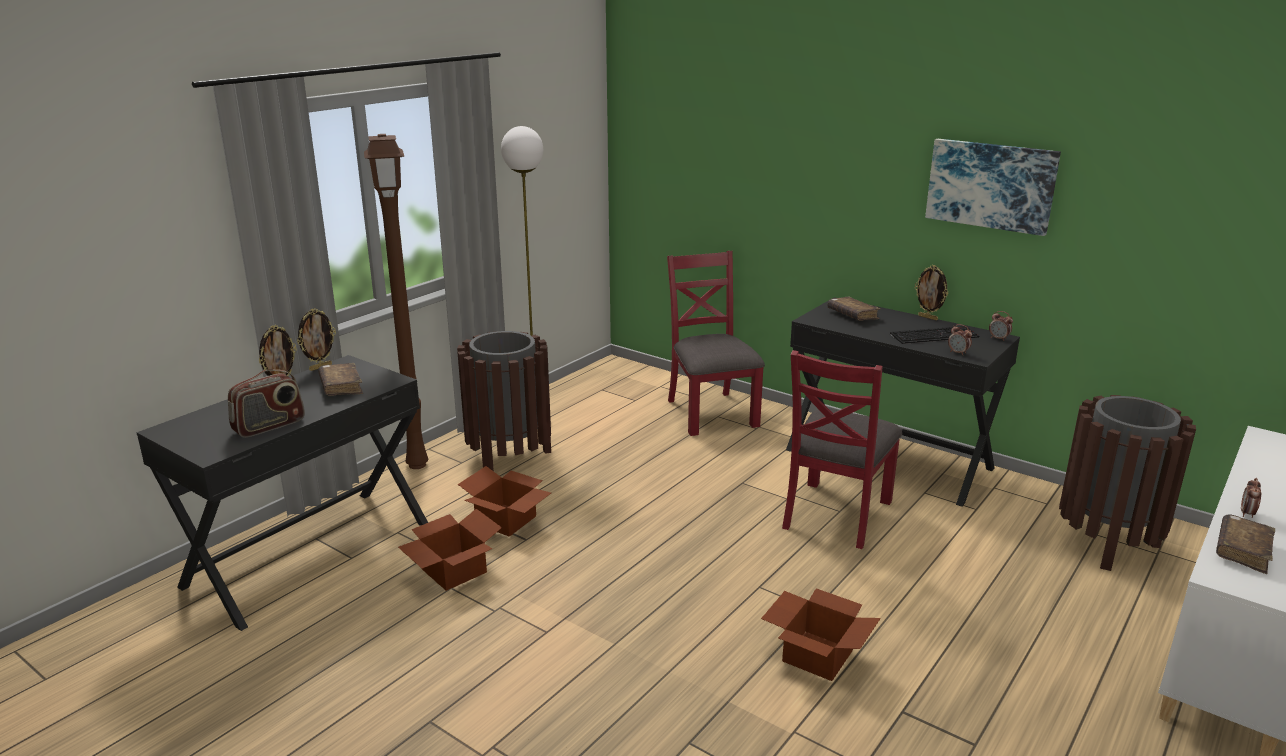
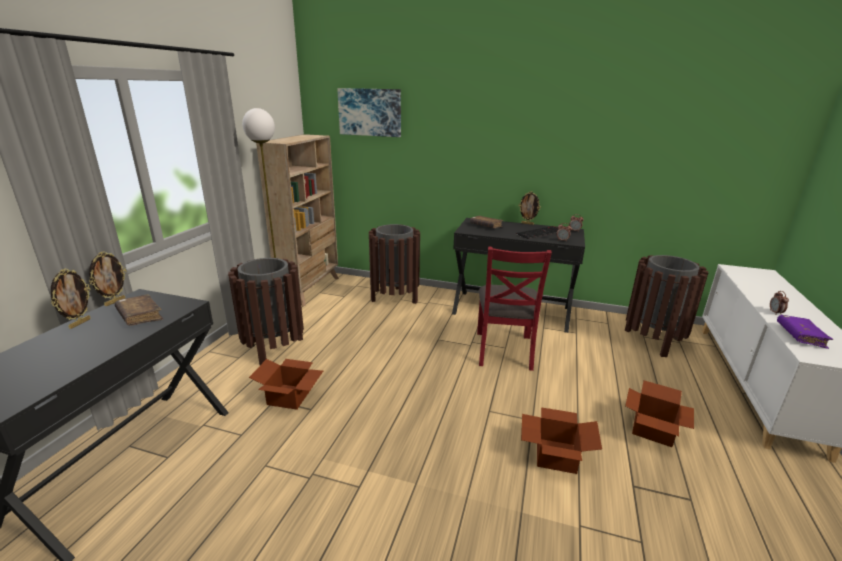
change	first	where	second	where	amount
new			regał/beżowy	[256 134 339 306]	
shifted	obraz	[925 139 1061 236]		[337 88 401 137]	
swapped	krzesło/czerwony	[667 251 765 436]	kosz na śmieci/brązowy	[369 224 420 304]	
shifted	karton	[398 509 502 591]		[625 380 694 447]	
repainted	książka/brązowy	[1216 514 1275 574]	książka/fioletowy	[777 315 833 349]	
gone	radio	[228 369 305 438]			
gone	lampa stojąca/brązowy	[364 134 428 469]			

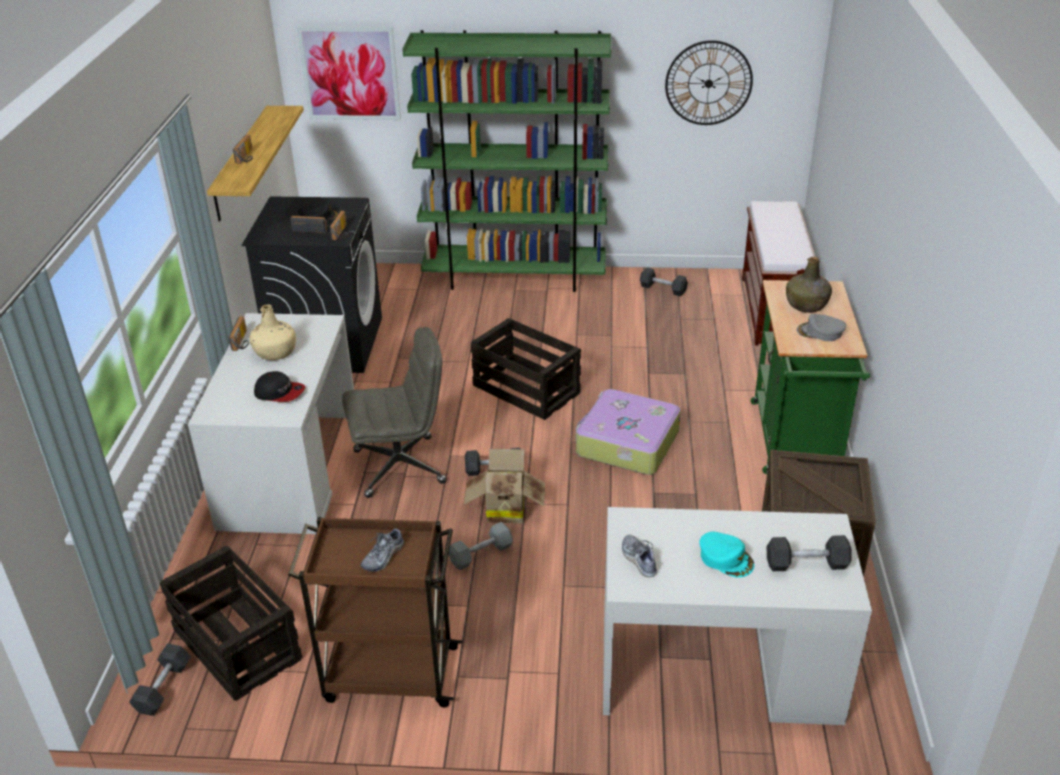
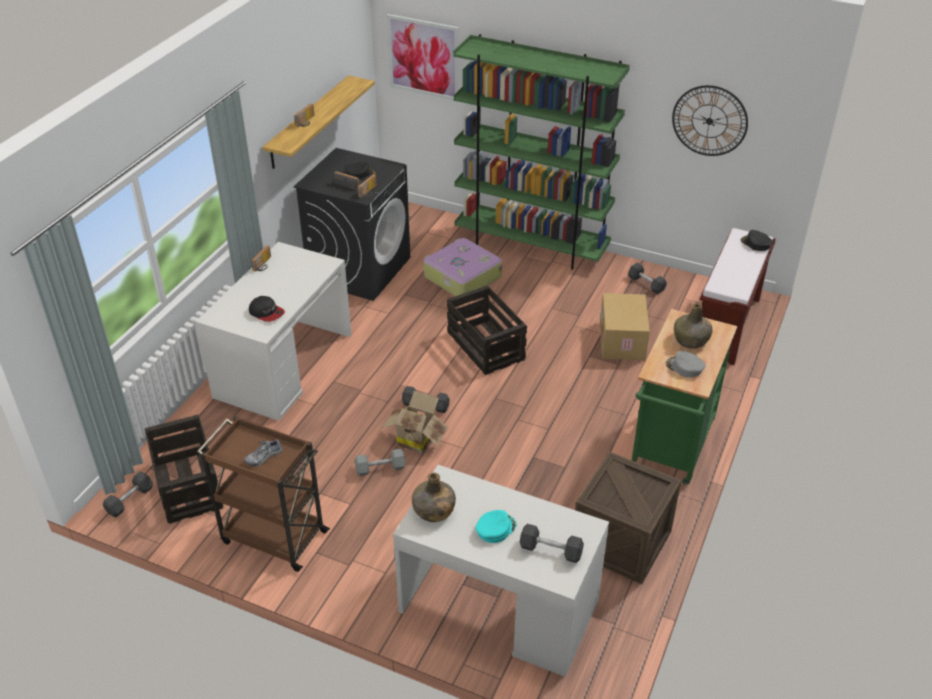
change	first	where	second	where	amount
swapped	but	[622 535 657 577]	butelka/zielony	[412 473 456 522]	
shifted	walizka	[576 389 681 475]		[424 238 502 296]	
rotated	czapka z daszkiem/turkusowy	[699 532 754 578]		[476 510 517 543]	105 degrees counterclockwise
new			karton	[600 293 650 360]	
new			czapka z daszkiem/czarny	[741 230 773 251]	
gone	butelka/beżowy	[249 304 296 360]			
gone	krzesło biurowe/szary	[342 327 446 498]			

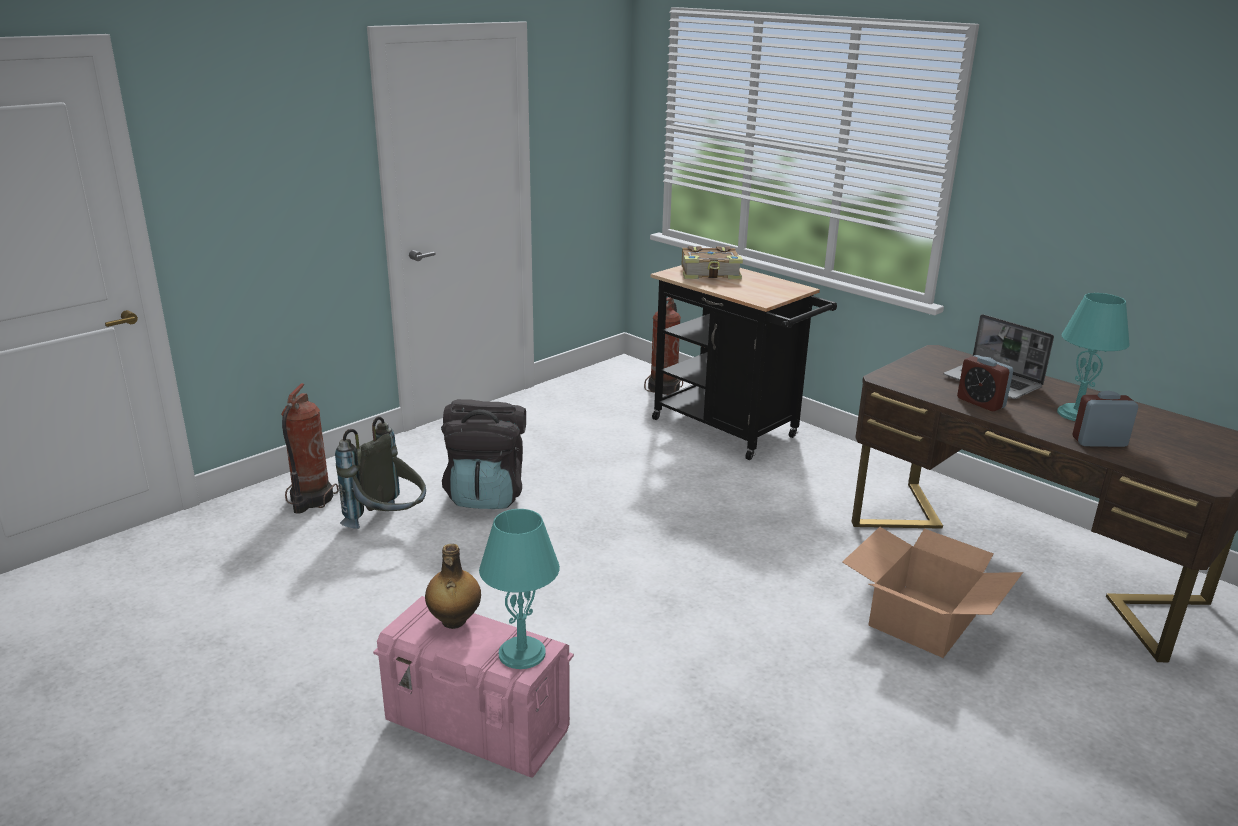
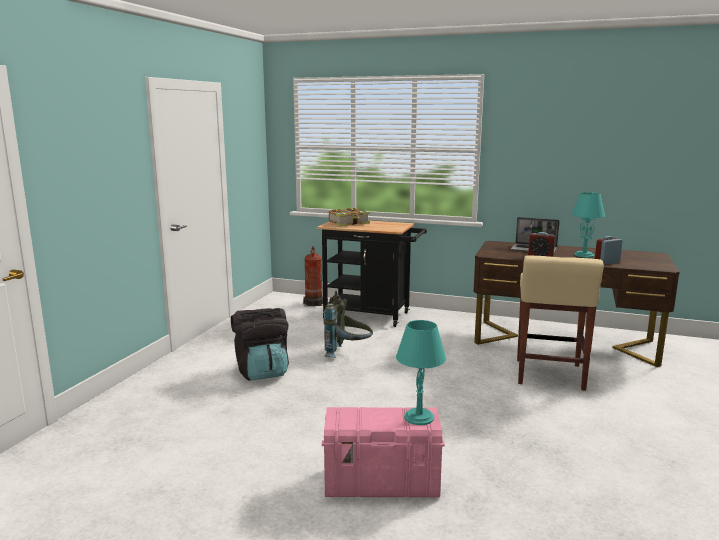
change	first	where	second	where	amount
shifted	plecak/szary	[335 417 426 529]		[323 291 373 358]	
swapped	karton	[842 527 1023 658]	stołek/beżowy	[517 255 604 391]	
gone	gaśnica	[281 383 339 514]			
gone	butelka	[425 544 481 629]			

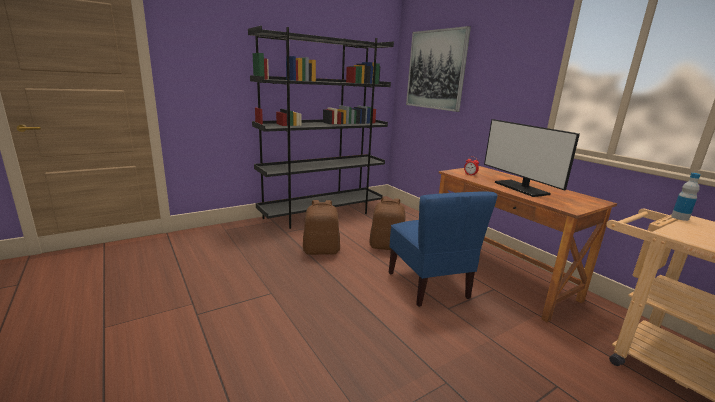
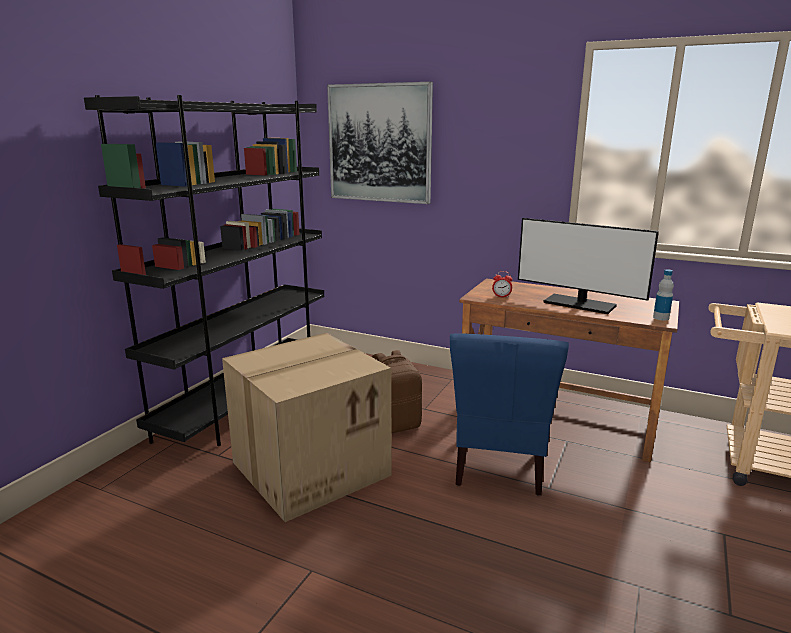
change	first	where	second	where	amount
swapped	plecak/brązowy	[303 200 340 255]	karton	[222 333 392 522]	
rotated	krzesło/niebieski	[389 192 498 307]		[450 333 569 496]	60 degrees clockwise
shifted	butelka	[671 173 701 221]		[653 269 674 321]	

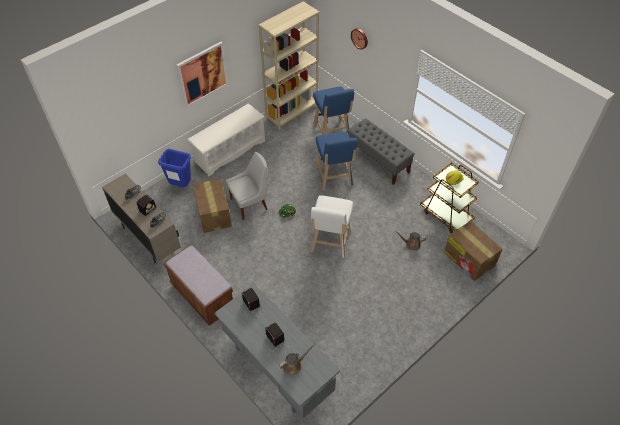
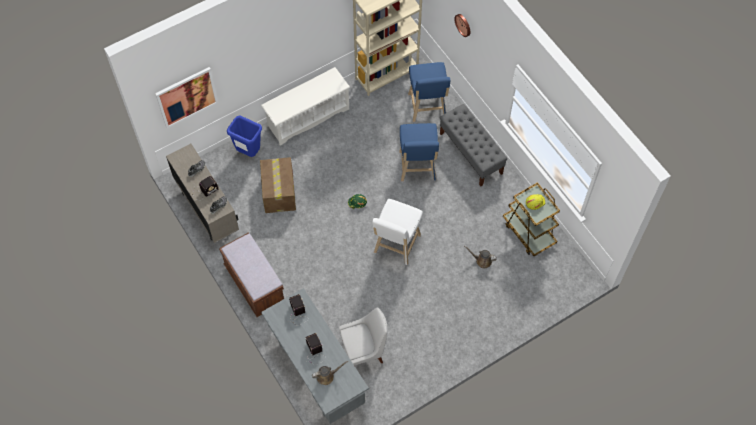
change	first	where	second	where	amount
shifted	obraz	[177 42 228 108]		[155 67 218 129]	
shifted	krzesło/biały	[226 152 267 220]		[339 308 388 366]	
gone	karton	[444 221 502 281]			

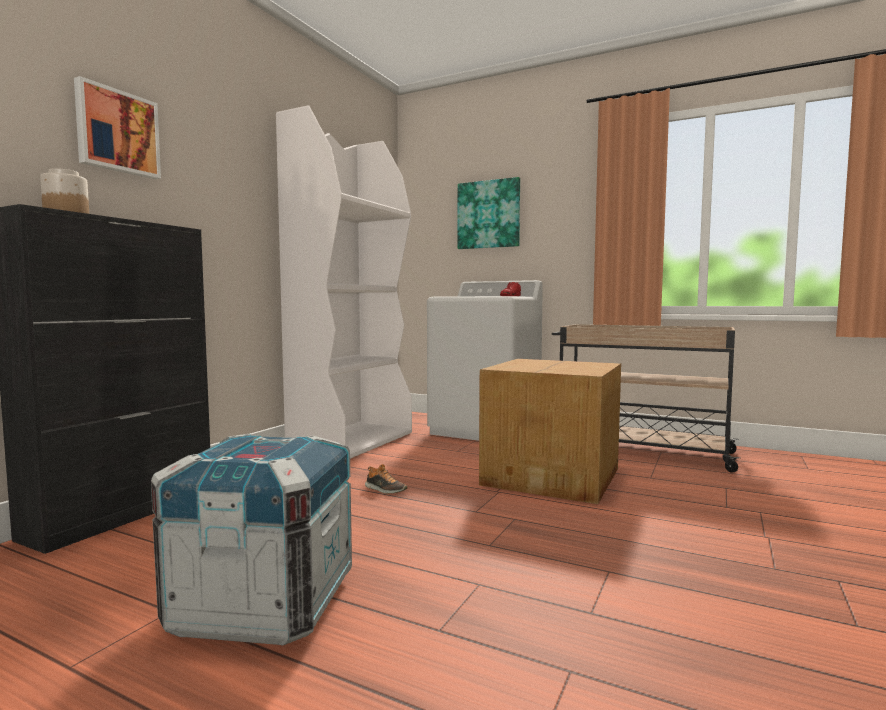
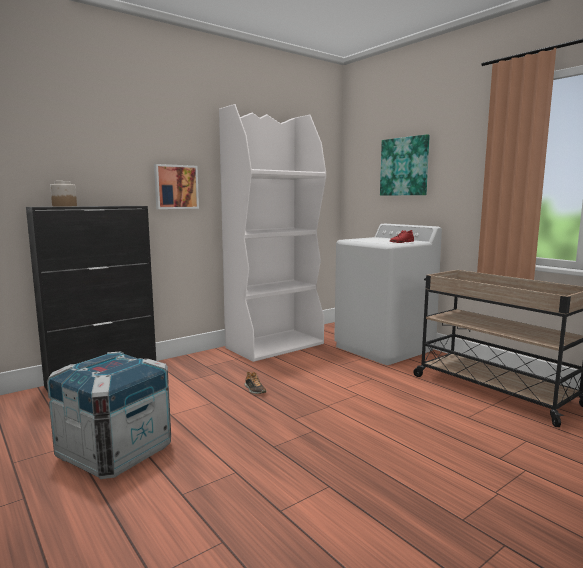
change	first	where	second	where	amount
shifted	obraz	[74 76 161 179]		[154 164 199 209]	
gone	karton	[479 359 621 504]			

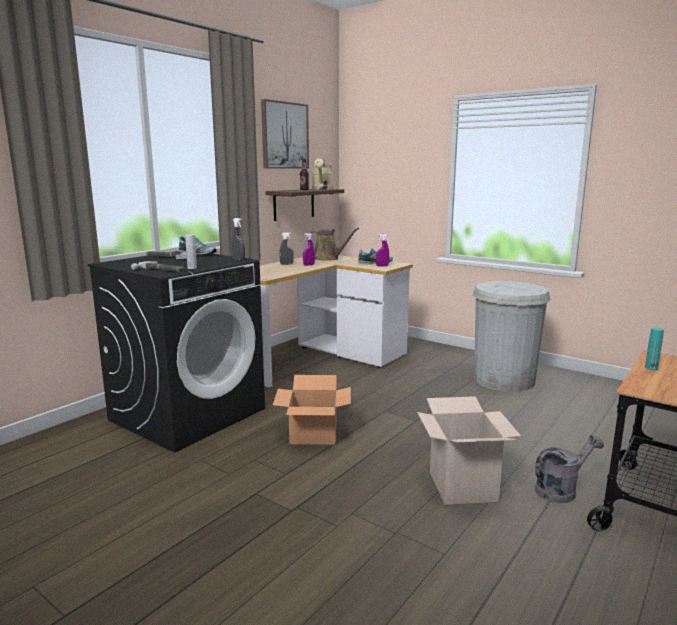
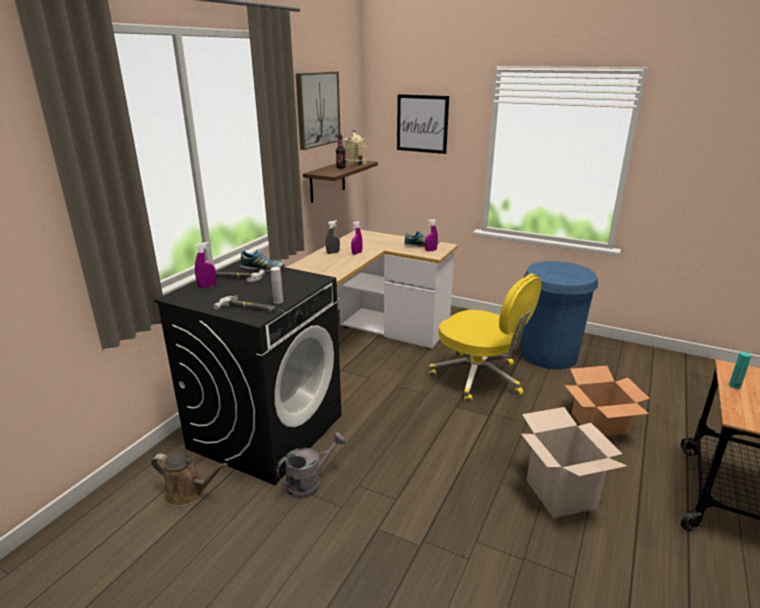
change	first	where	second	where	amount
shifted	konewka/brązowy	[310 228 359 261]		[151 453 228 507]	
new			spryskiwacz/fioletowy	[195 242 216 288]	
shifted	konewka/szary	[535 434 604 503]		[276 432 346 499]	
new			obraz	[397 94 449 154]	
new			krzesło biurowe/żółty	[429 274 542 404]	
repainted	kosz na śmieci/biały	[473 281 551 392]	kosz na śmieci/niebieski	[521 261 598 370]	
shifted	karton	[273 375 351 445]		[564 366 650 436]	
gone	spryskiwacz/szary	[232 218 245 261]			

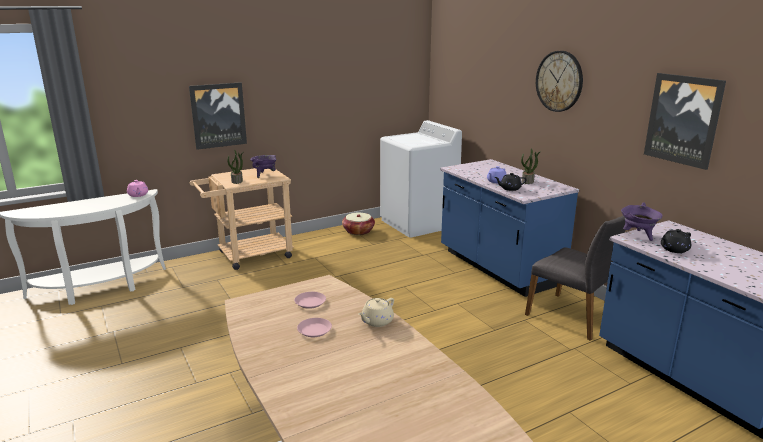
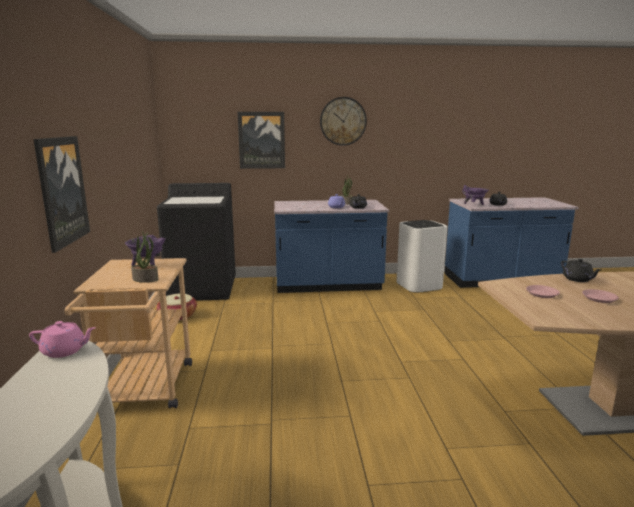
change	first	where	second	where	amount
repainted	pralka/biały	[380 120 462 238]	pralka/czarny	[157 183 236 301]	
shifted	obraz	[644 73 726 170]		[238 112 285 169]	
swapped	krzesło/szary	[525 215 625 341]	kosz na śmieci/biały	[397 220 447 293]	
repainted	imbryk/beżowy	[358 298 394 327]	imbryk/czarny	[561 259 601 282]	

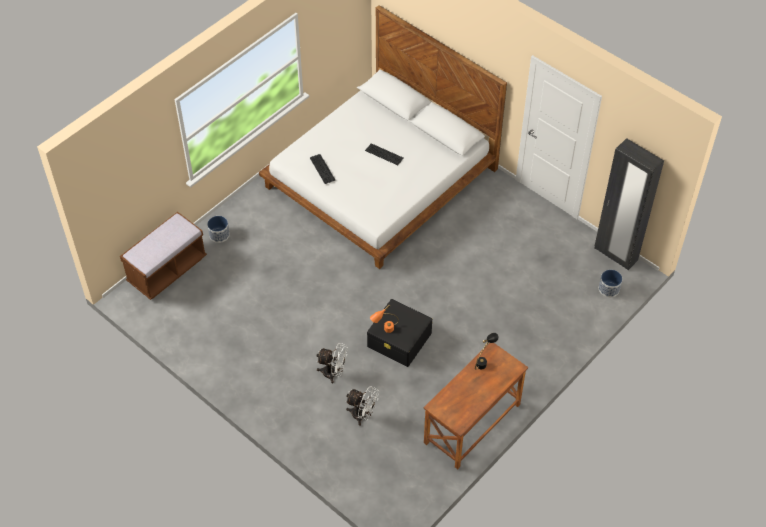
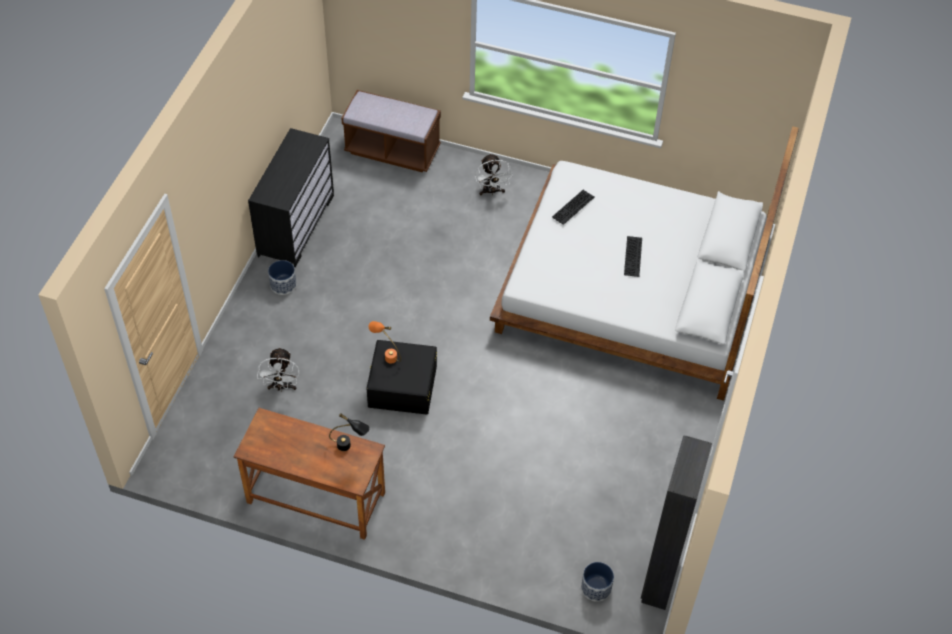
change	first	where	second	where	amount
new			komoda/czarny	[248 128 334 267]	
shifted	donica	[207 216 230 243]		[268 260 297 295]	
shifted	wentylator/biały	[316 343 348 383]		[475 153 513 195]	

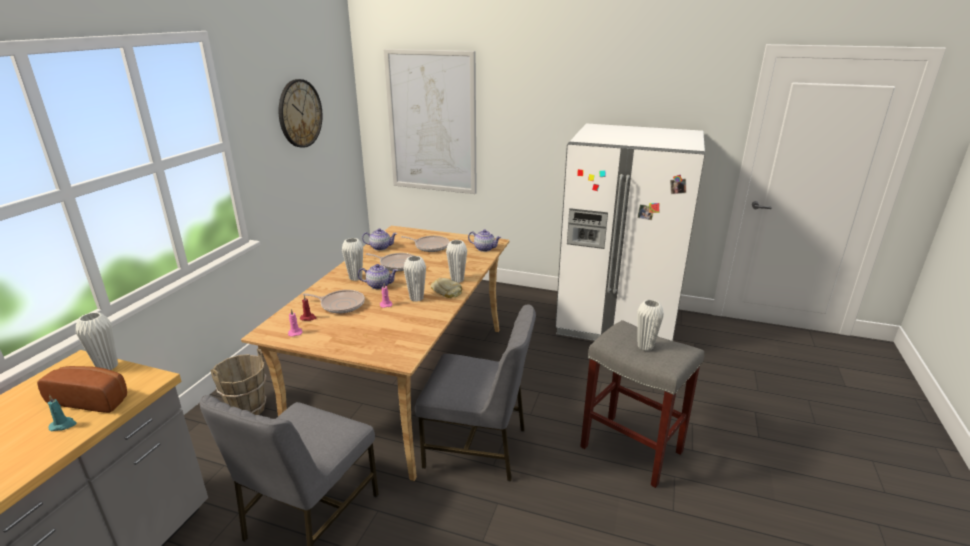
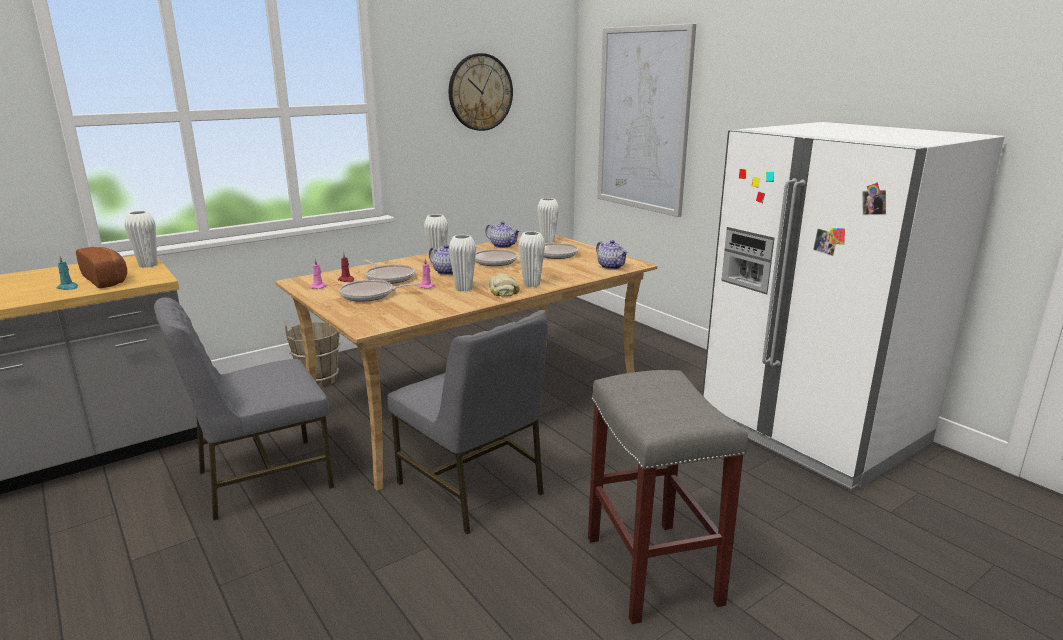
change	first	where	second	where	amount
new			patelnia	[339 280 420 302]	
shifted	wazon/biały	[637 300 664 351]		[537 198 559 243]	

